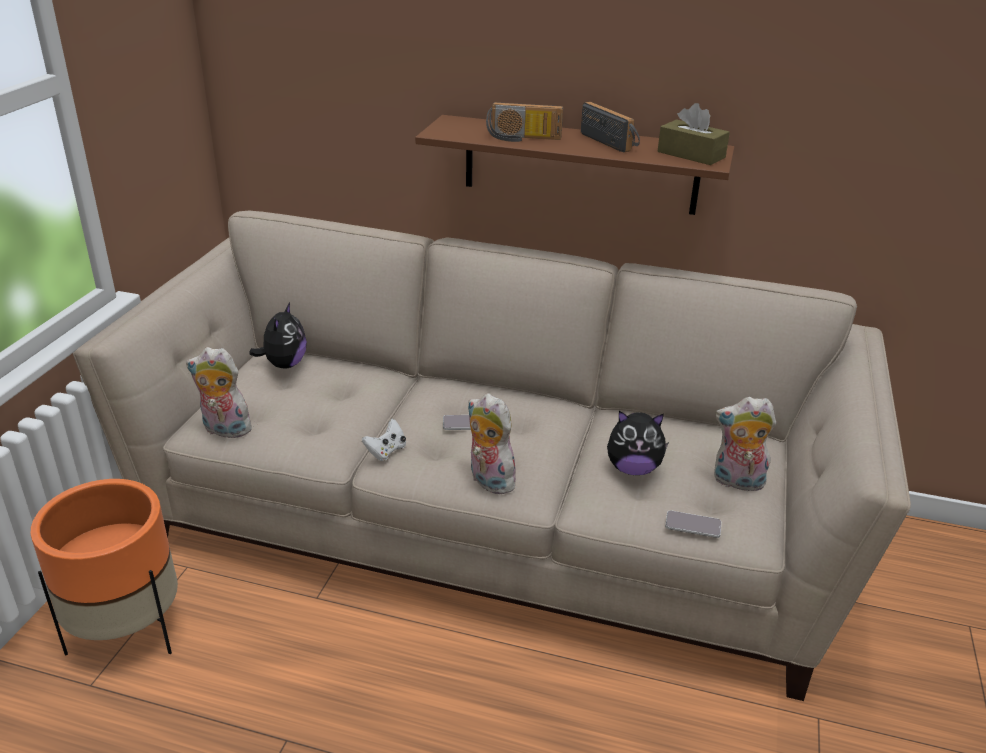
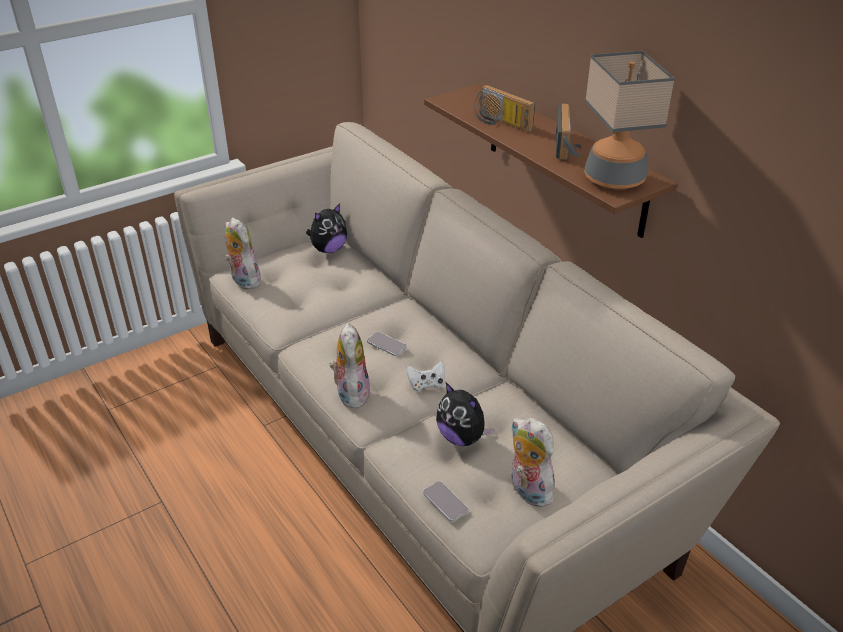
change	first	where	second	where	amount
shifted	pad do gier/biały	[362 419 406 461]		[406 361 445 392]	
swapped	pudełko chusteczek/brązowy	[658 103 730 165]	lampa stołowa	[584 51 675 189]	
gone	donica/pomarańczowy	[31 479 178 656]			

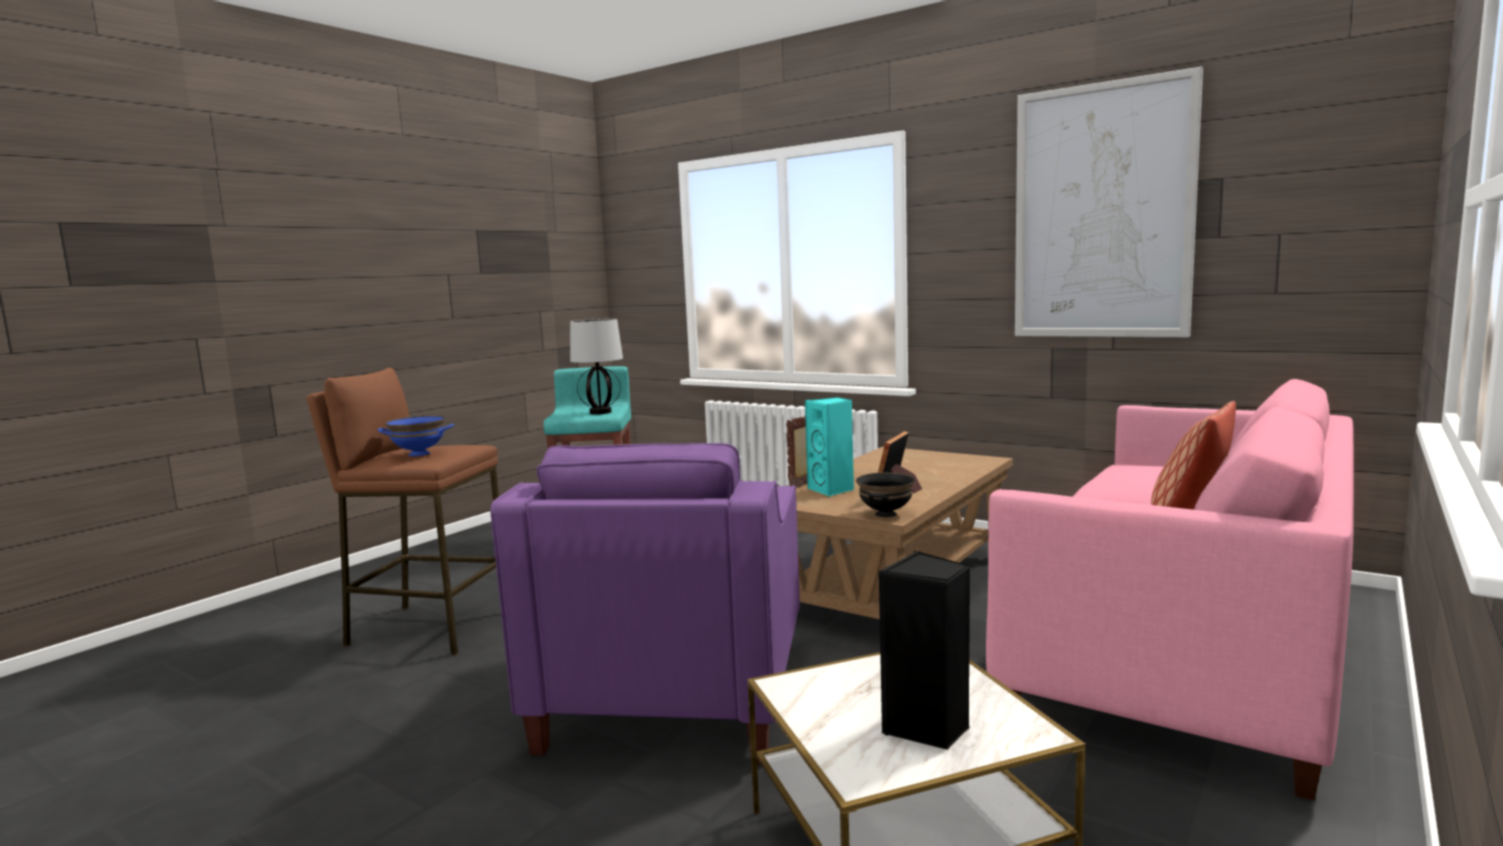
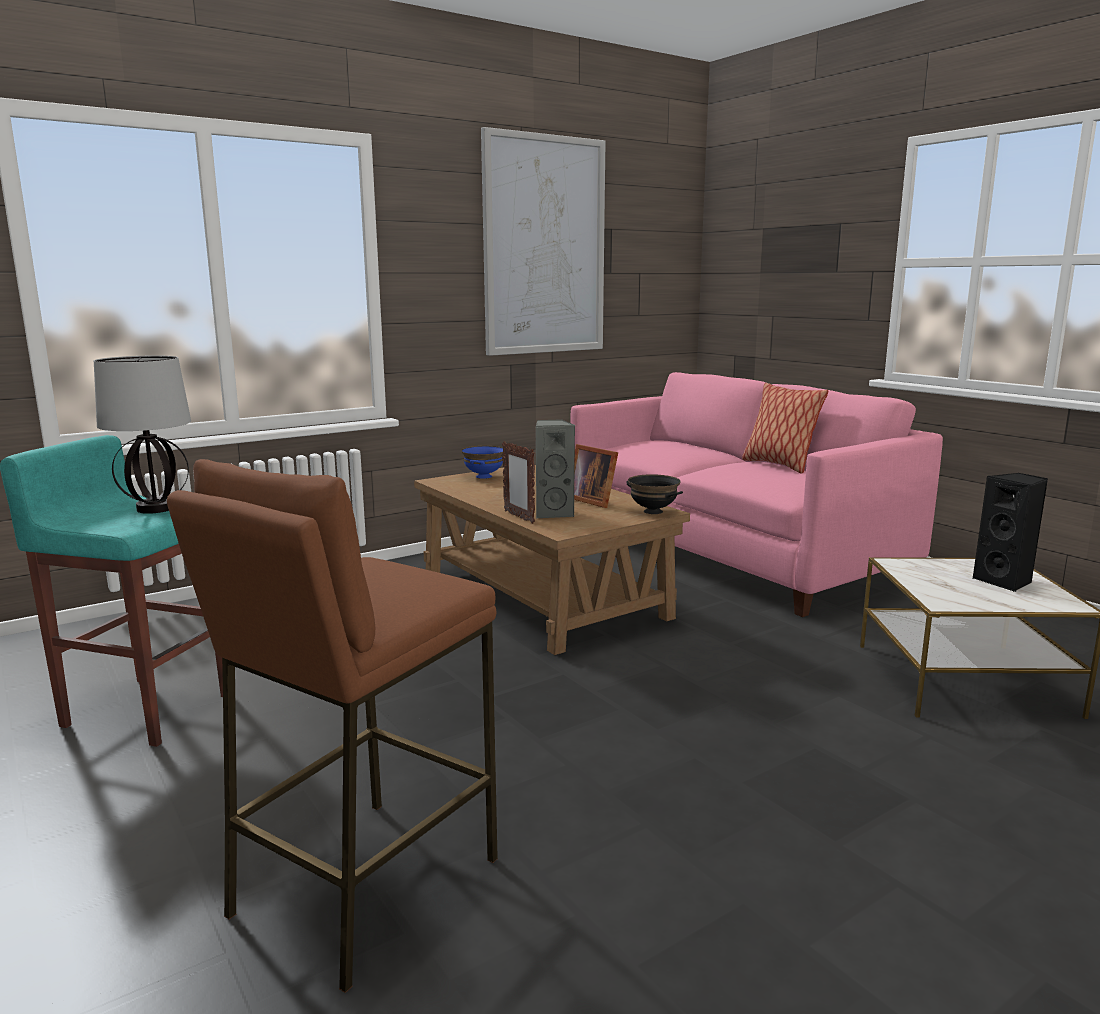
change	first	where	second	where	amount
shifted	miska/niebieski	[378 415 454 456]		[461 446 503 479]	
repainted	głośnik/turkusowy	[805 397 854 497]	głośnik/szary	[535 419 575 518]	
gone	fotel/fioletowy	[490 443 800 765]			

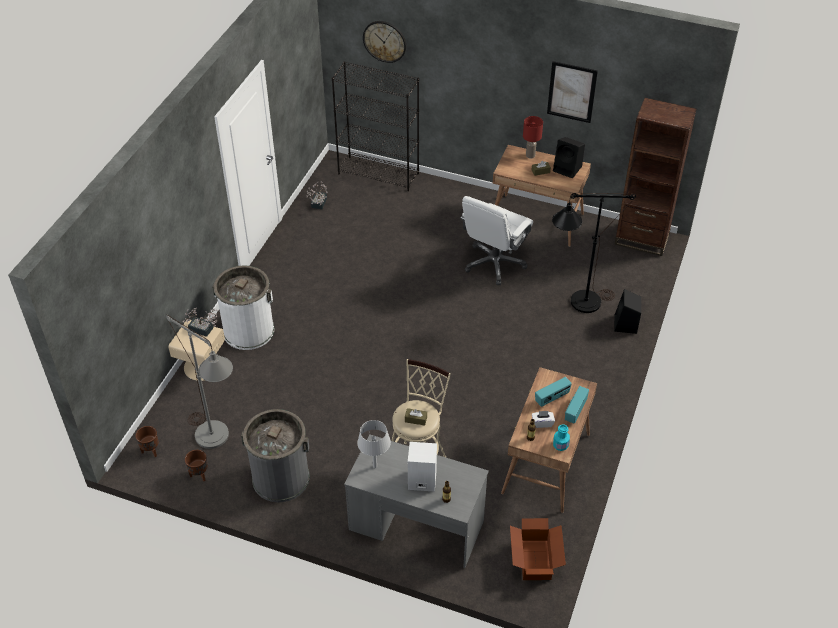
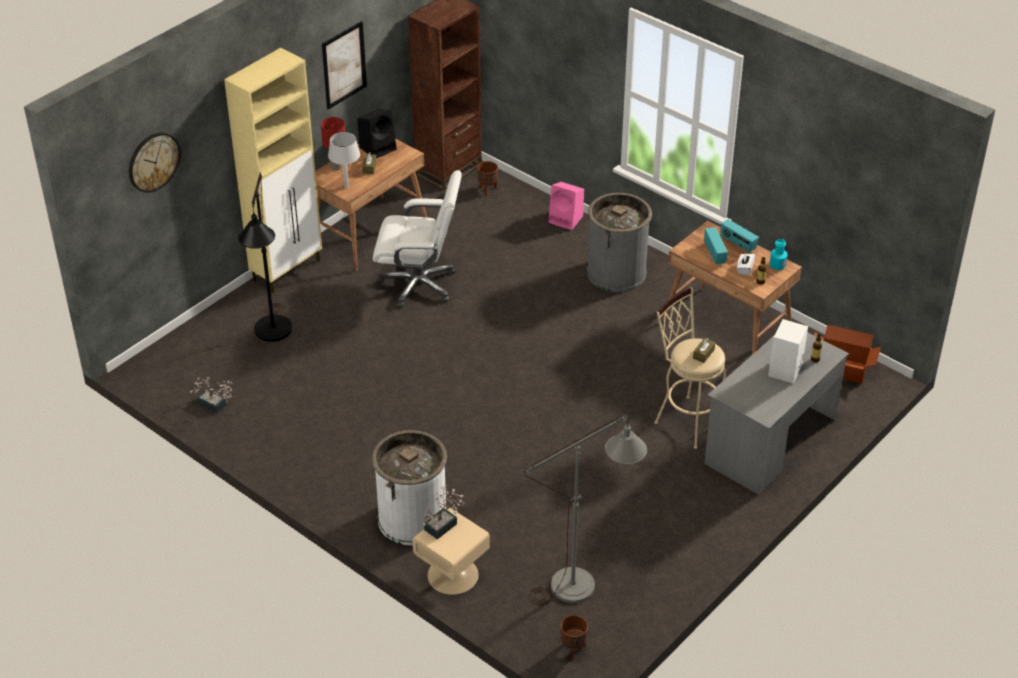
change	first	where	second	where	amount
new			szafka/beżowy	[224 48 322 293]	
shifted	lampa stojąca/czarny	[552 193 636 313]		[238 172 292 342]	
shifted	lampa stołowa/szary	[357 420 391 468]		[328 132 360 188]	
rotated	krzesło biurowe/biały	[460 196 533 285]		[373 170 462 308]	45 degrees counterclockwise
shifted	donica/brązowy	[185 450 208 481]		[477 161 498 196]	
repainted	głośnik/czarny	[614 289 641 334]	głośnik/różowy	[548 182 584 230]	
shifted	kosz na śmieci/szary	[241 409 310 502]		[587 193 652 292]	
gone	regał/czarny	[332 61 419 191]			

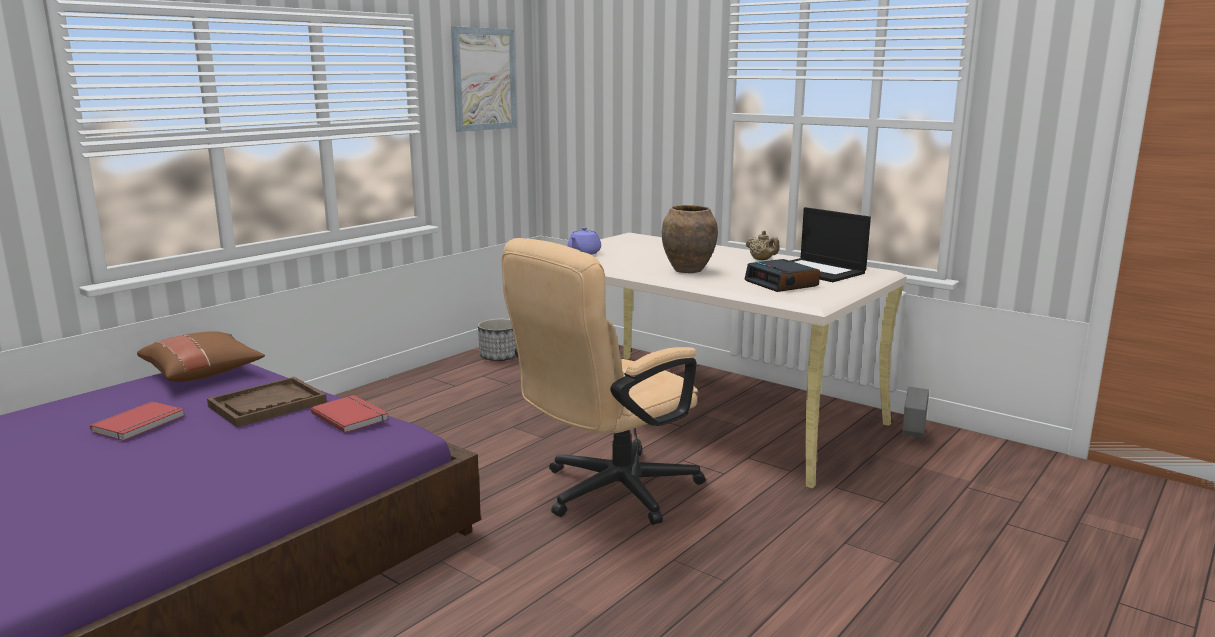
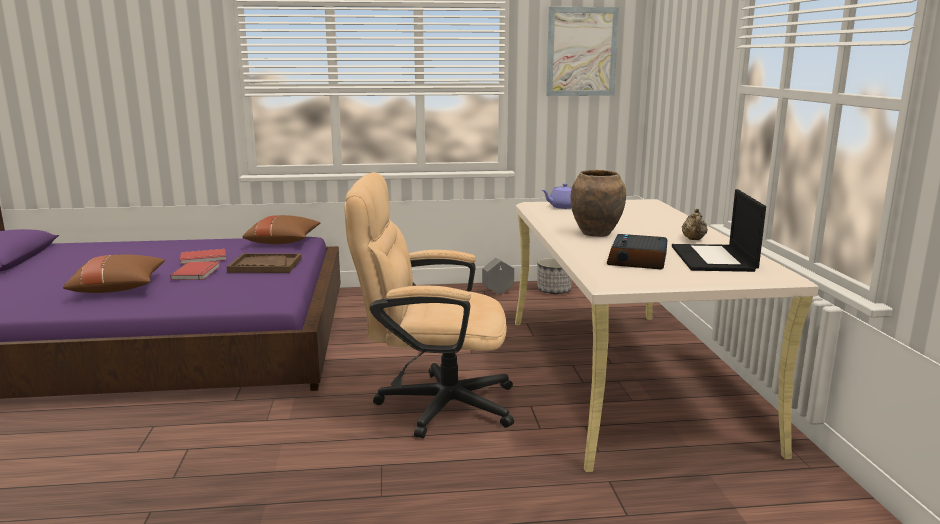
change	first	where	second	where	amount
new			poduszka/brązowy	[63 255 165 293]	
shifted	książka/czerwony	[311 395 389 433]		[170 261 220 280]	
shifted	donica/szary	[902 387 929 438]		[482 258 514 295]	

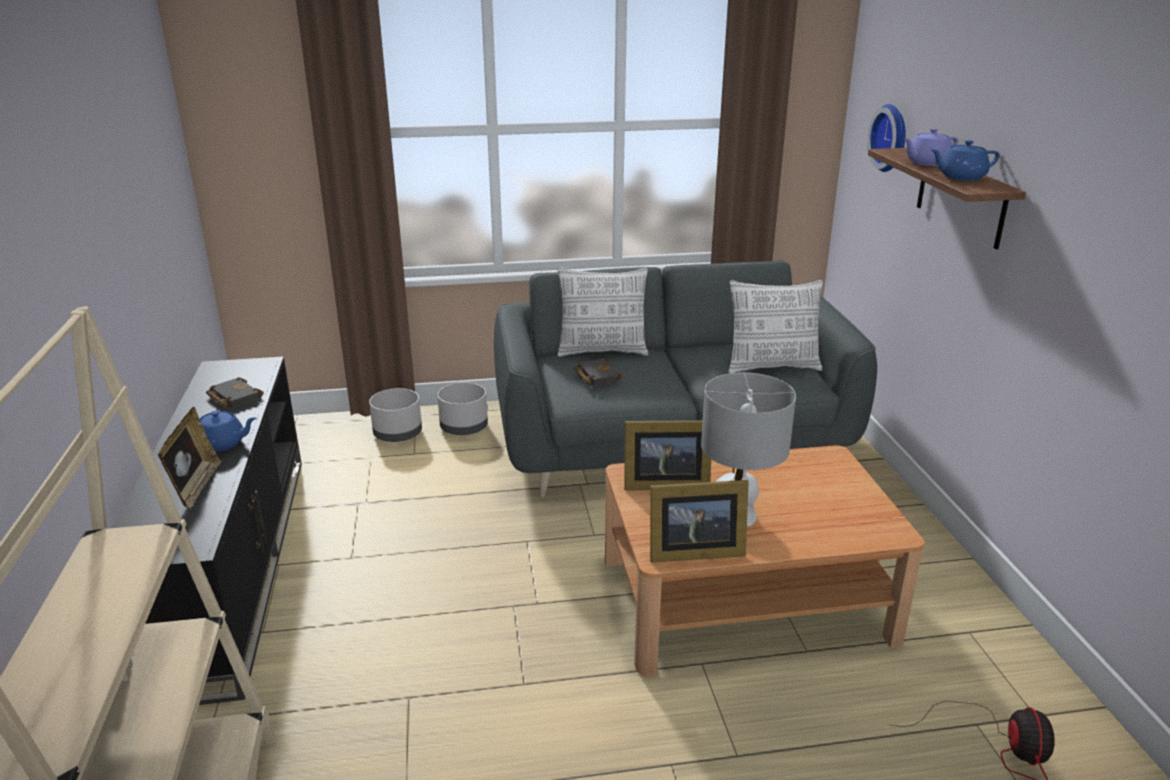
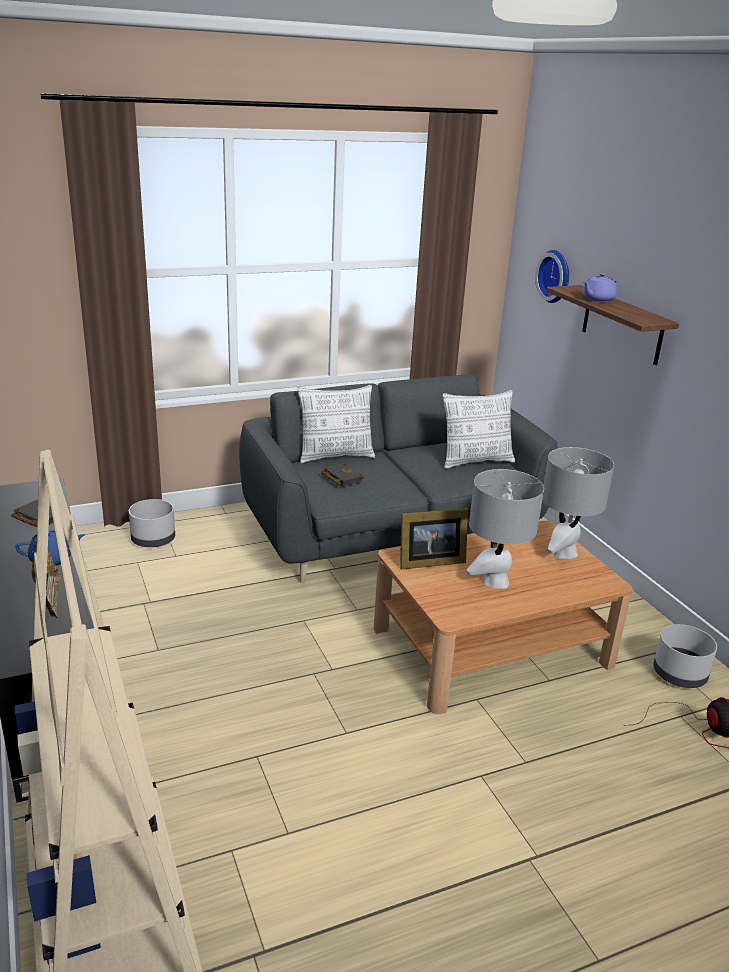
change	first	where	second	where	amount
new			lampa stołowa/szary	[542 447 614 559]	
shifted	donica/szary	[437 382 488 435]		[653 624 717 688]	
gone	ramka na zdjęcie	[650 480 749 563]			
gone	imbryk/niebieski	[930 140 1000 181]			

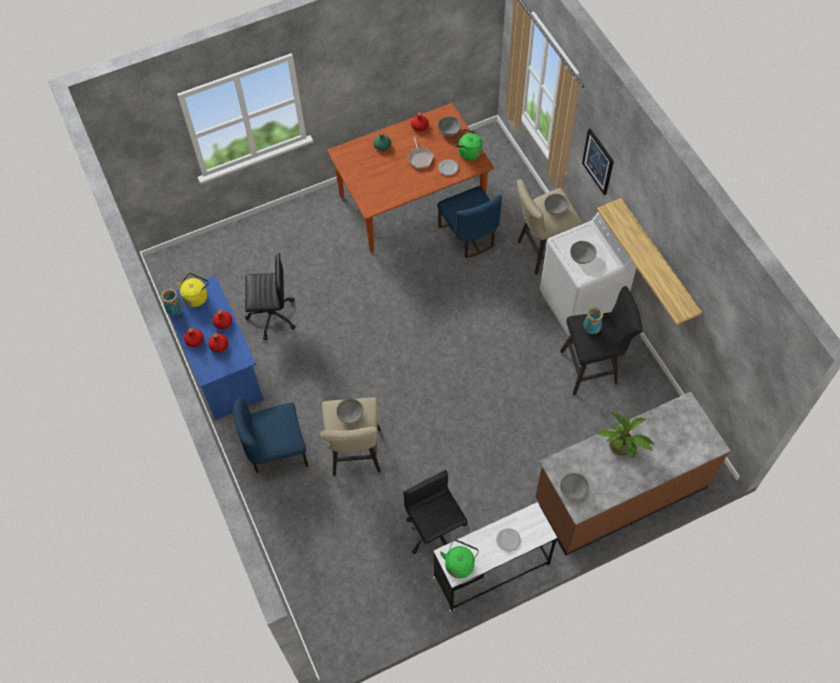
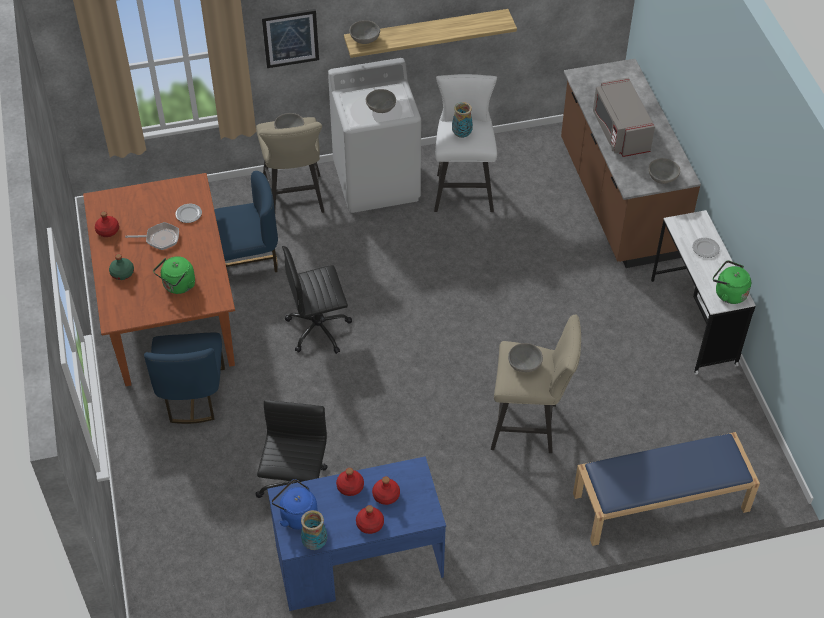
change	first	where	second	where	amount
shifted	krzesło/niebieski	[233 398 309 473]		[144 333 225 424]	
shifted	czajnik/zielony	[454 129 482 160]		[153 256 195 294]	
repainted	czajnik/żółty	[177 273 209 307]	czajnik/niebieski	[271 479 318 530]	
shifted	krzesło biurowe/czarny	[403 470 468 554]		[282 246 352 354]	
shifted	miska/szary	[438 116 461 136]		[349 20 380 44]	
repainted	stołek/czarny	[560 286 643 395]	stołek/biały	[434 74 497 212]	
new			ławka/niebieski	[573 432 760 546]	
swapped	roślina doniczkowa	[596 411 654 458]	mikrofalówka/szary	[593 78 655 157]	

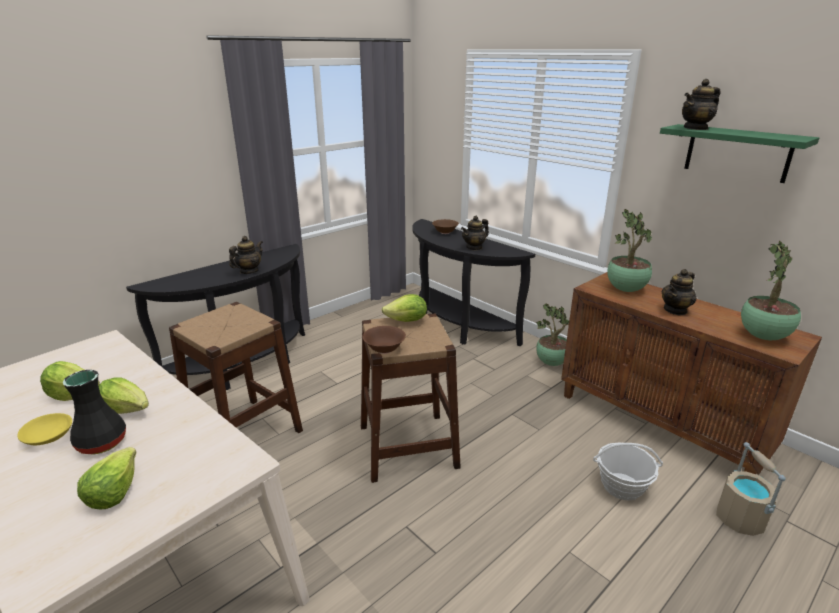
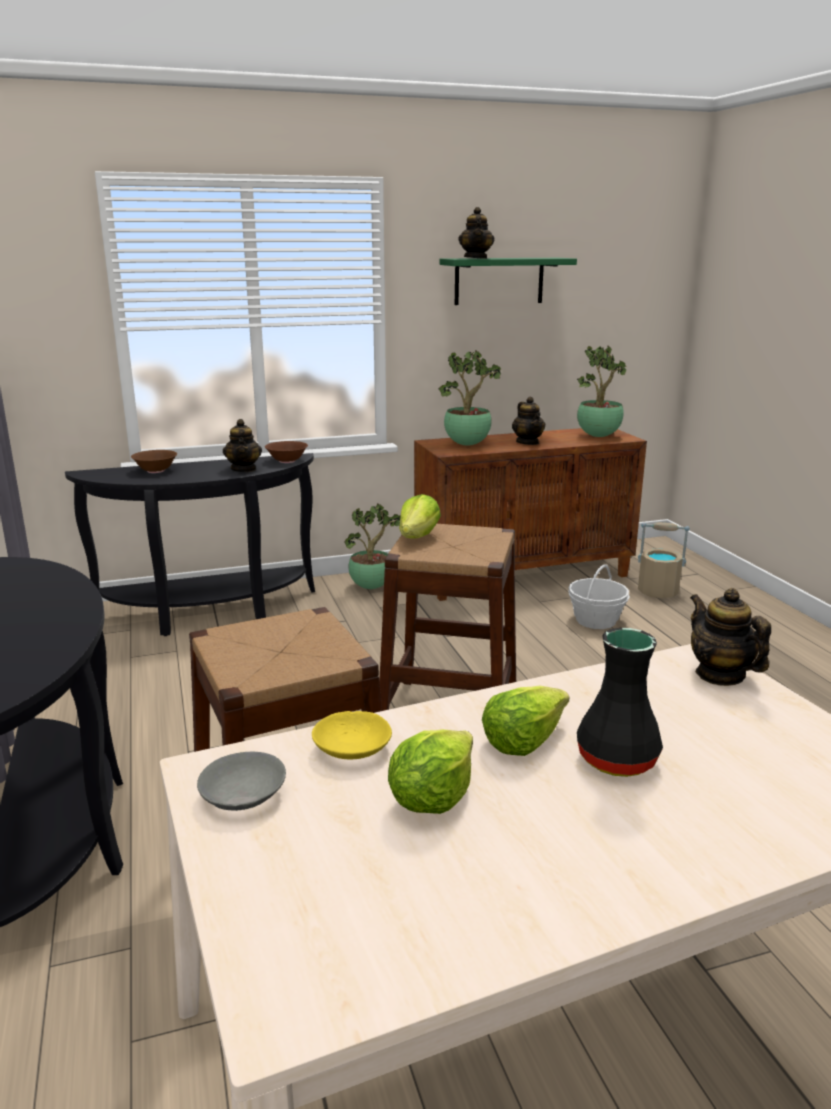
change	first	where	second	where	amount
new			miska/szary	[197 752 286 811]	
shifted	miska/brązowy	[362 326 406 354]		[265 441 308 463]	
shifted	miska/żółty	[17 413 72 445]		[312 711 392 759]	
shifted	imbryk	[229 236 263 274]		[690 588 771 686]	
gone	sałata	[77 447 136 509]			

